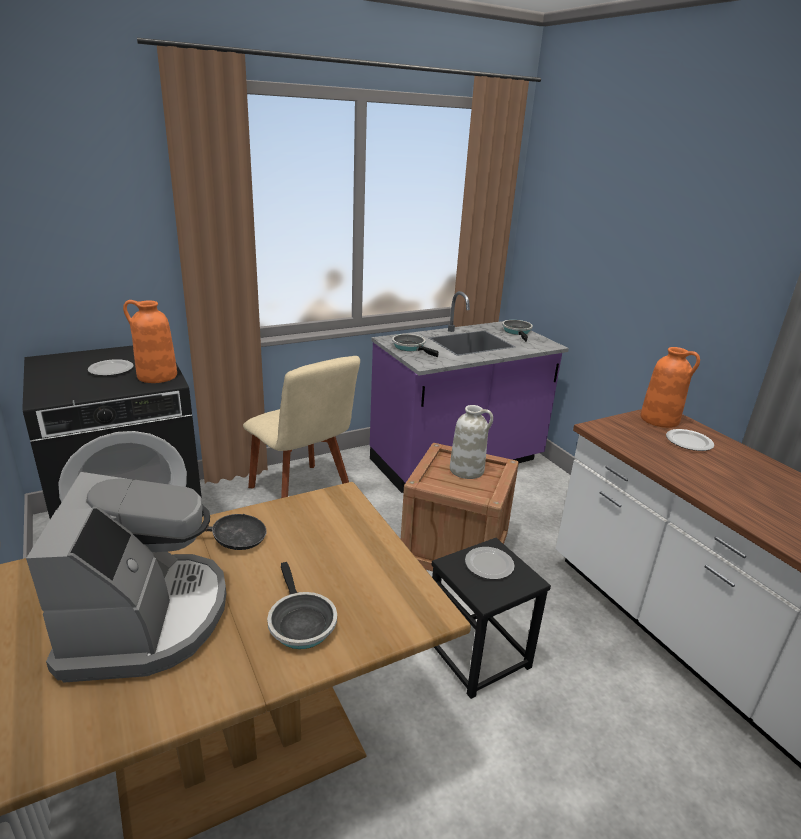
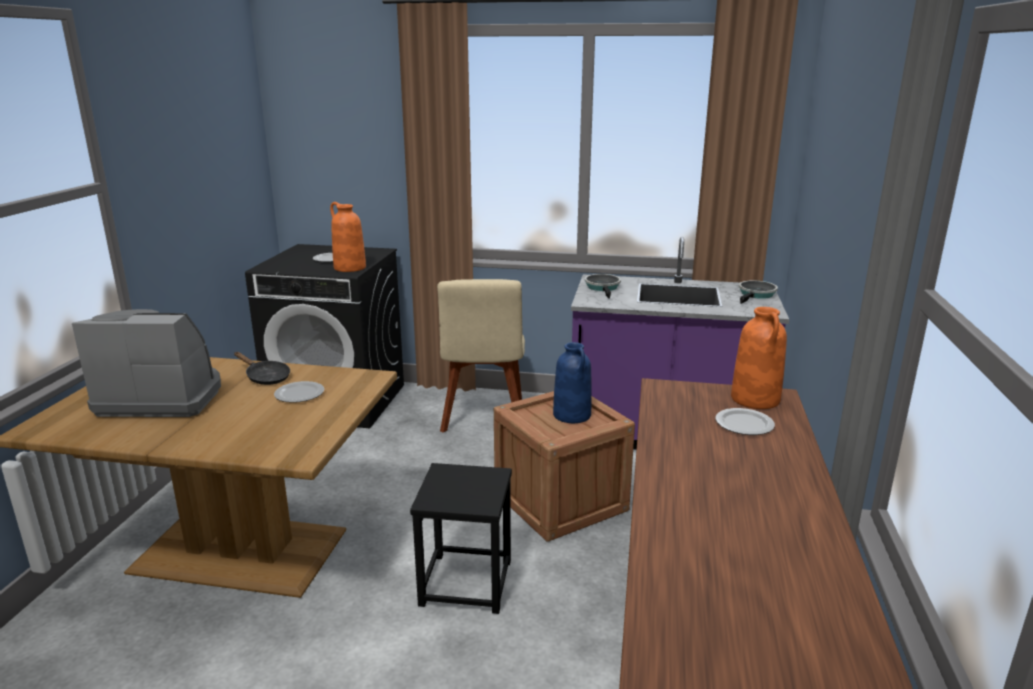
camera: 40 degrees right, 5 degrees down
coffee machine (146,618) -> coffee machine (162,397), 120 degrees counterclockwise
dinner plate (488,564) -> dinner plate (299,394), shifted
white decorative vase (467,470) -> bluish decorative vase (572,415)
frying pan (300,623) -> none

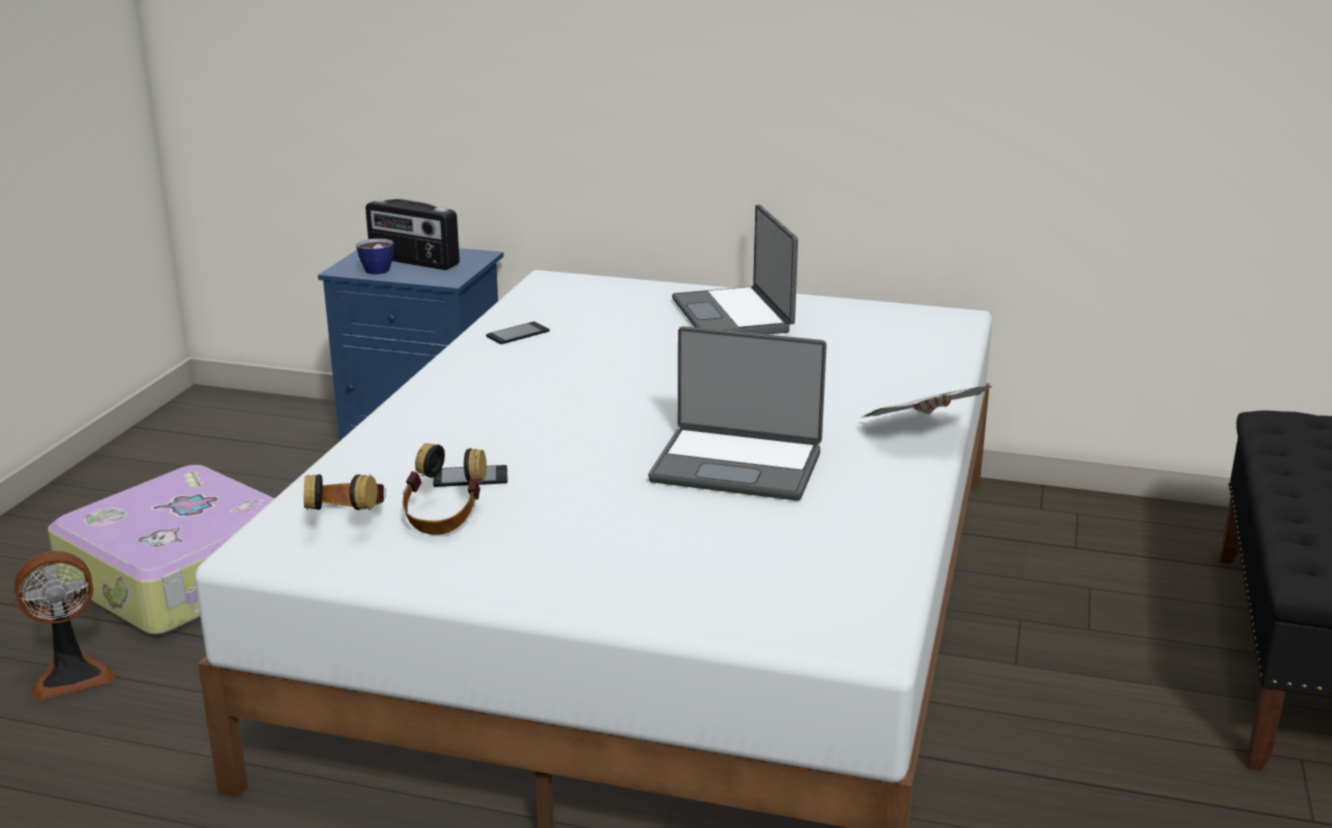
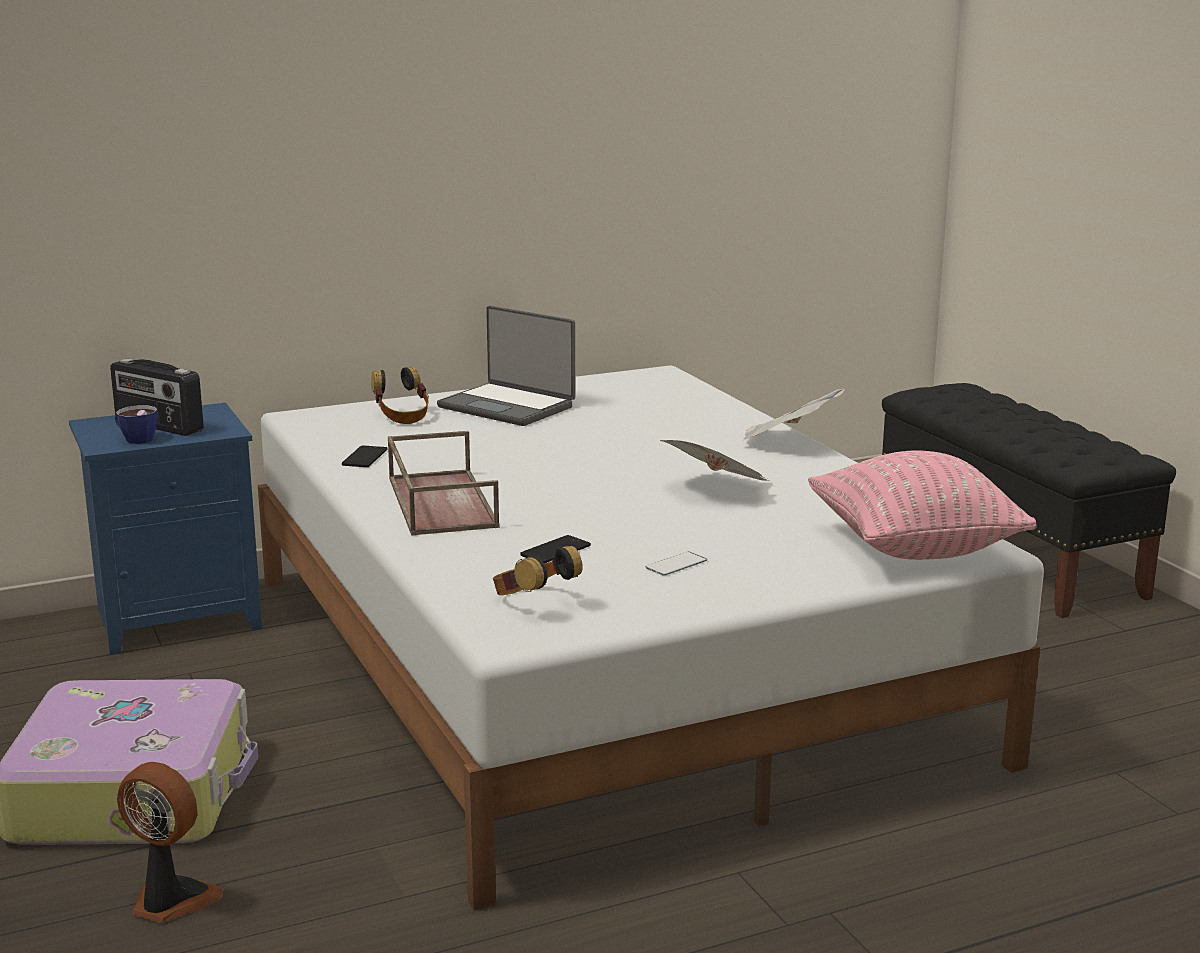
camera: 40 degrees left, 5 degrees down
radio set (413,261) -> radio set (158,426), 45 degrees clockwise
electric fan (71,675) -> electric fan (170,901), 90 degrees counterclockwise
headphones (444,518) -> headphones (402,417), shifted
none -> brownish carrying tray (439,502)
none -> handset (676,564)
portable computer (737,465) -> newspaper (718,490)
none -> pink-coloured throw pillow (914,548)

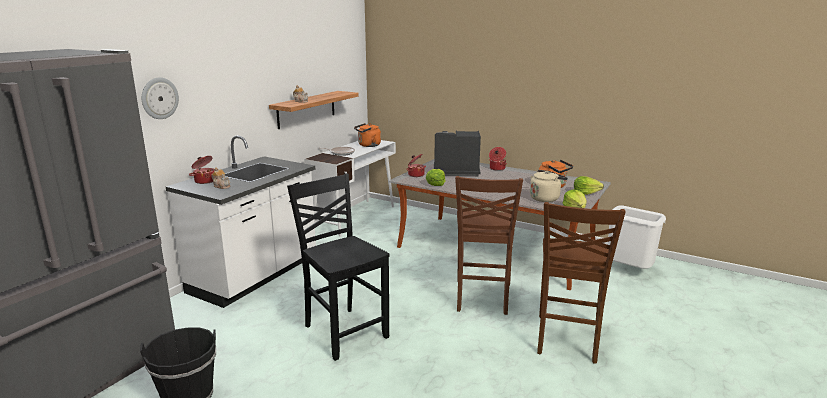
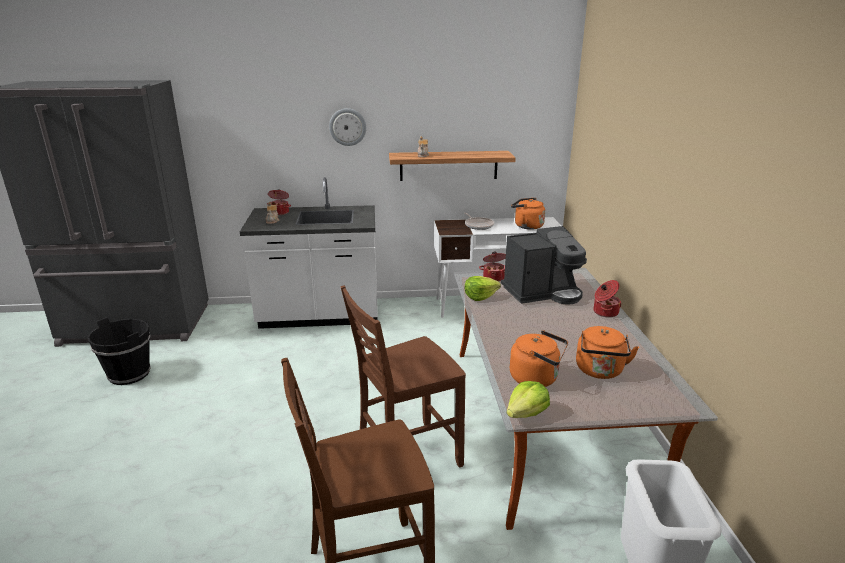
camera: 55 degrees right, 5 degrees up
hanging clock (159,98) -> hanging clock (347,127), shifted
coffee machine (454,171) -> coffee machine (542,292), 105 degrees clockwise
beige-coloured water kettle (545,198) -> orange water kettle (537,378)
black-coloured plain chair (344,331) -> none
lettuce head (585,193) -> none

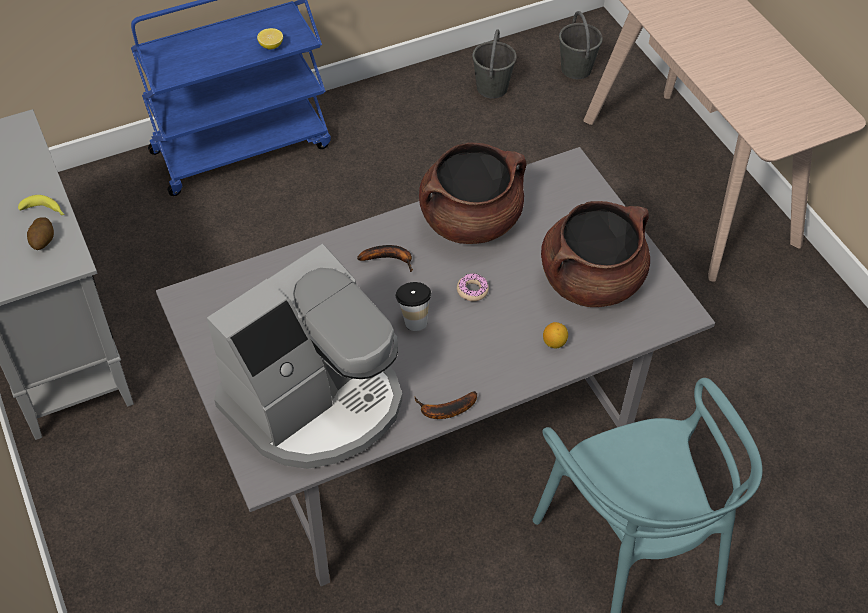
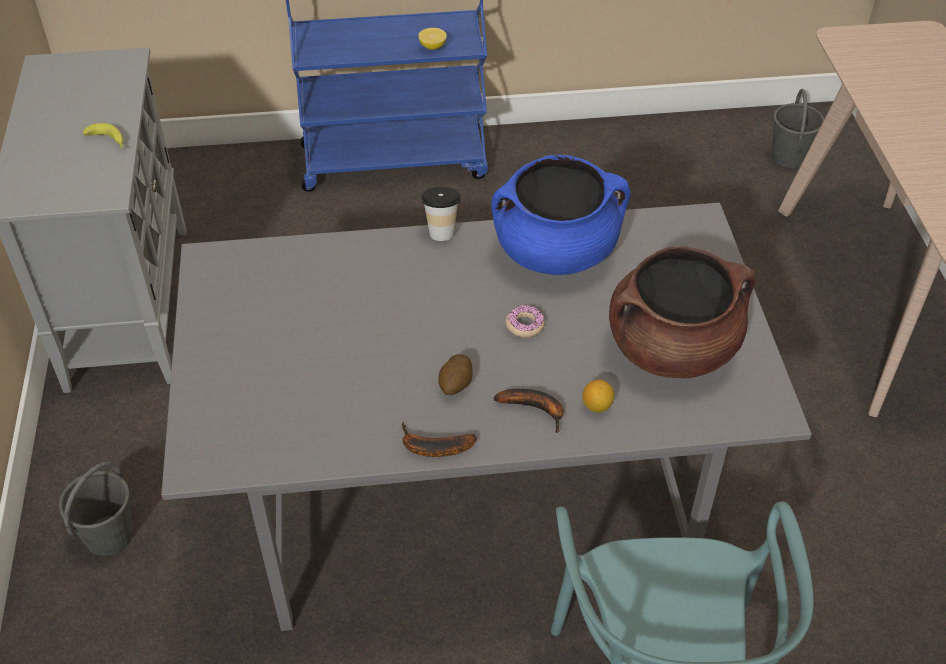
camera: 20 degrees right, 5 degrees down
greyish bucket (492,87) -> greyish bucket (110,535), shifted
cup (413,319) -> cup (441,231), shifted
potato (43,241) -> potato (456,384), shifted
brownish saucepot (470,220) -> bluish saucepot (556,251)
whole banana (390,259) -> whole banana (536,409), shifted
coffee machine (315,402) -> none

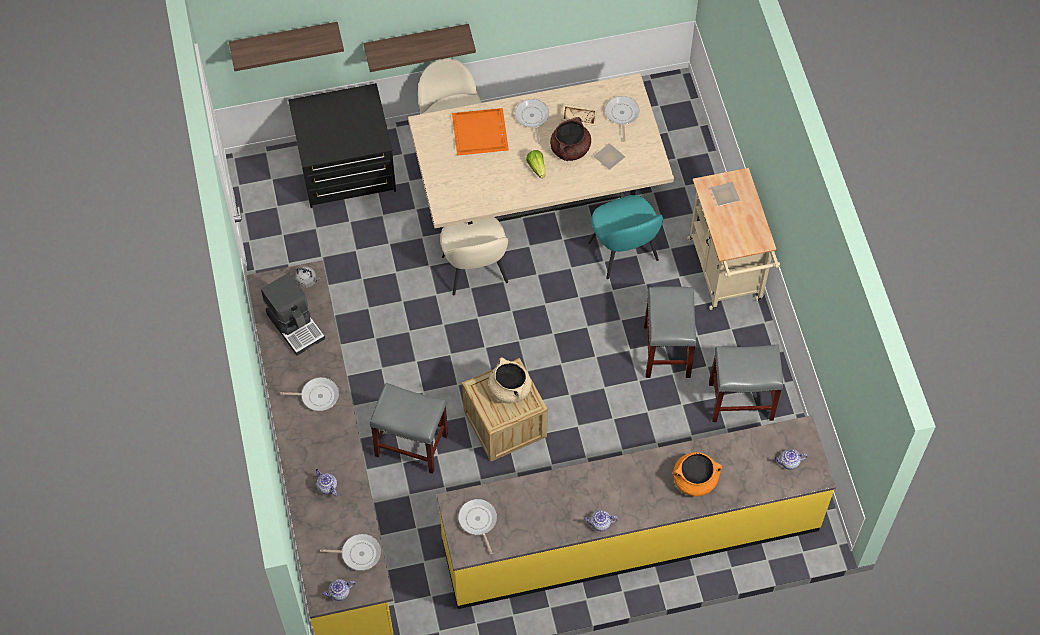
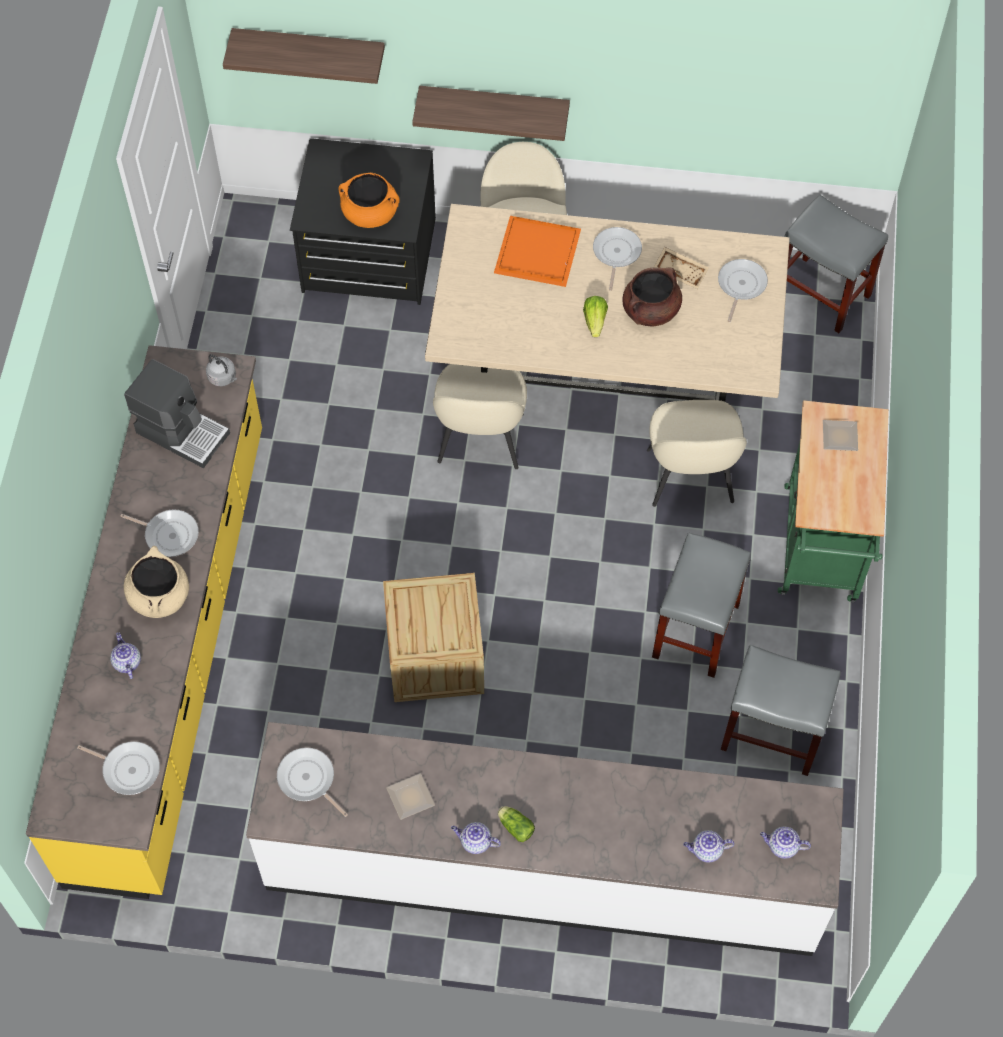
camera: 20 degrees right, 0 degrees up
coffee machine (296,325) -> coffee machine (182,431), 45 degrees counterclockwise
beige-coloured saucepot (509,389) -> beige-coloured saucepot (159,596), shifted
yellow counter (630,535) -> white counter (543,869)
frying pan (478,521) -> frying pan (308,780), 45 degrees counterclockwise
orange saucepot (695,480) -> orange saucepot (370,213), shifted
dinner plate (610,157) -> dinner plate (412,798), shifted
none -> lettuce head (514,826)
turquoise-coloured plain chair (624,253) -> beige-coloured plain chair (690,478)
teapot (339,593) -> teapot (706,851), shifted
beige-coloured cart (726,275) -> green cart (820,552)
greyish stool (410,445) -> greyish stool (820,294), shifted

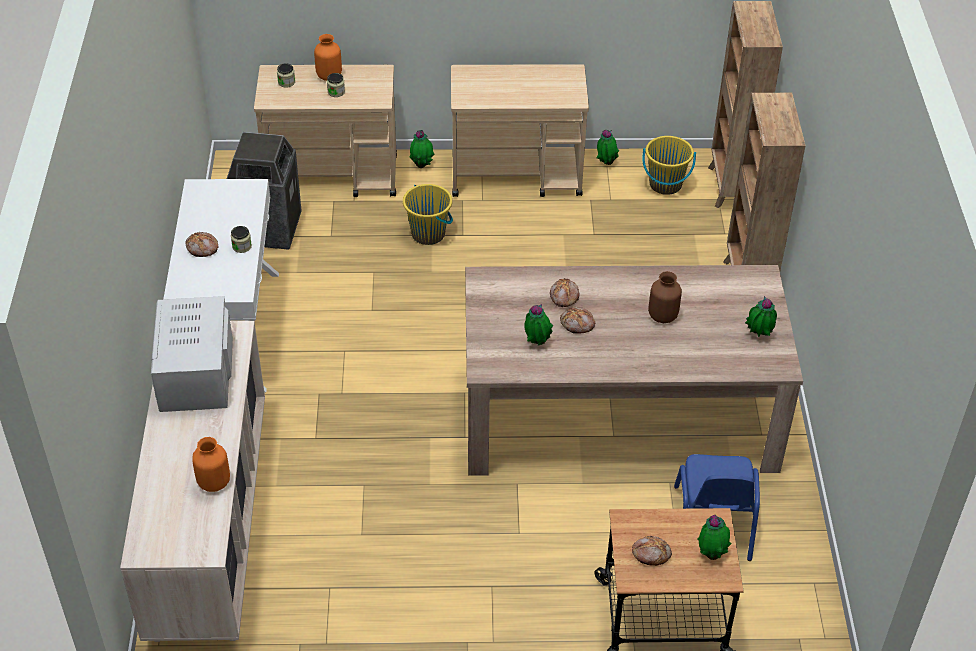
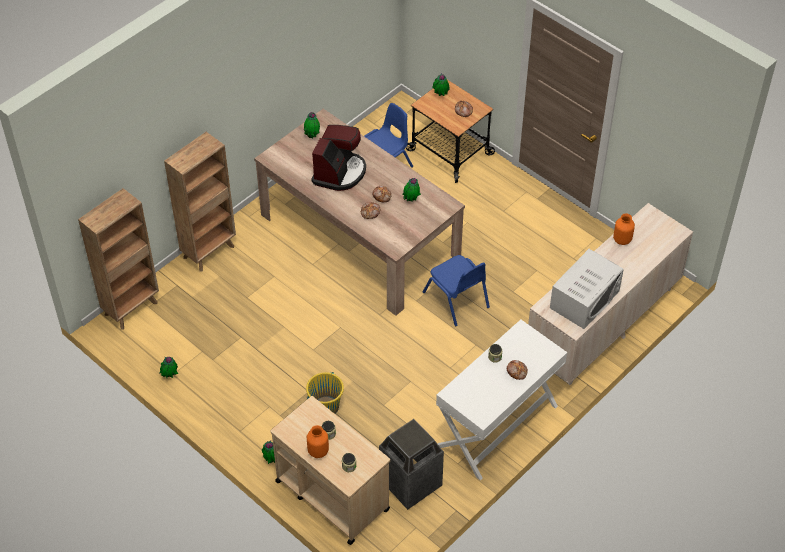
camera: 135 degrees left, 5 degrees up
brownish decorative vase (663,316) -> coffee machine (339,172)
none -> bluish plain chair (456,300)
beige-coloured cart (517,176) -> none
yellow bucket (665,184) -> none

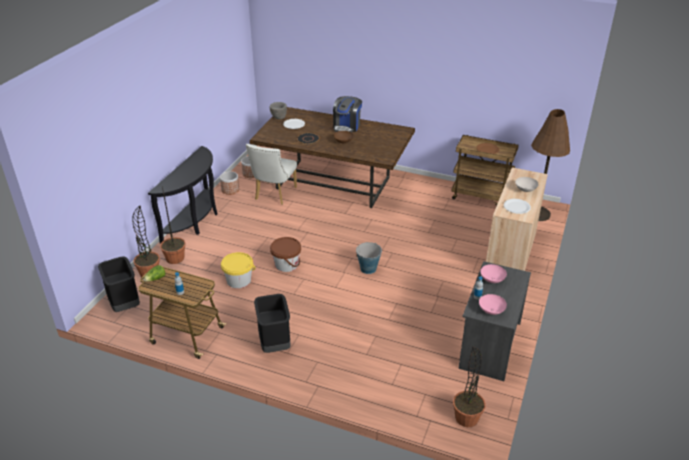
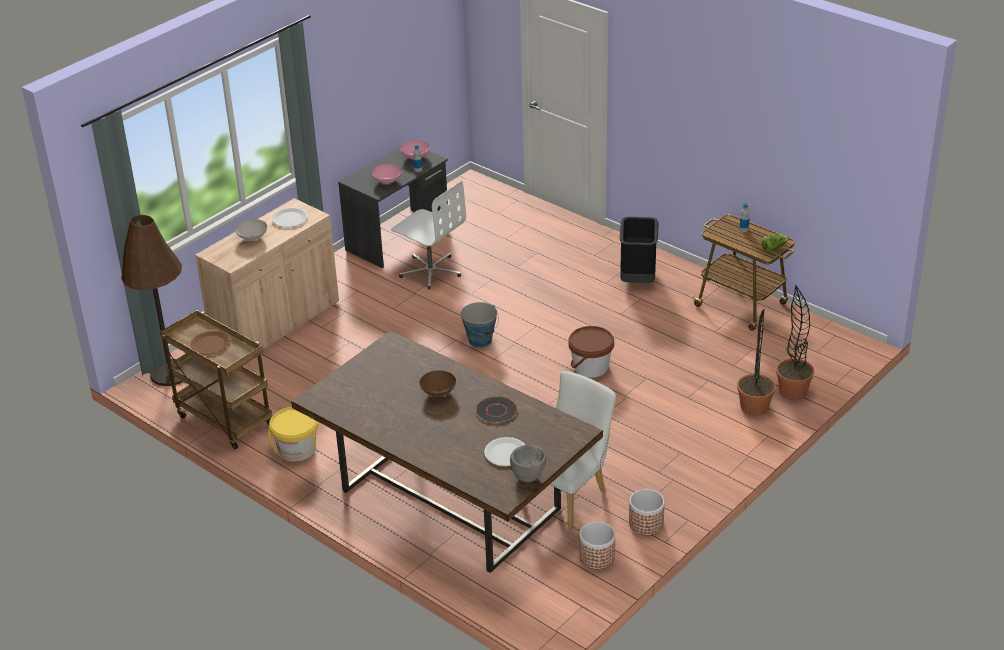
camera: 160 degrees left, 0 degrees up
yellow bucket (239,280) -> yellow bucket (297,449), shifted
none -> white computer chair (430,271)
black-coloured trash can (124,304) -> none
black-coloured narrow table (195,221) -> none
coffee machine (347,126) -> none
houseplant (466,418) -> none

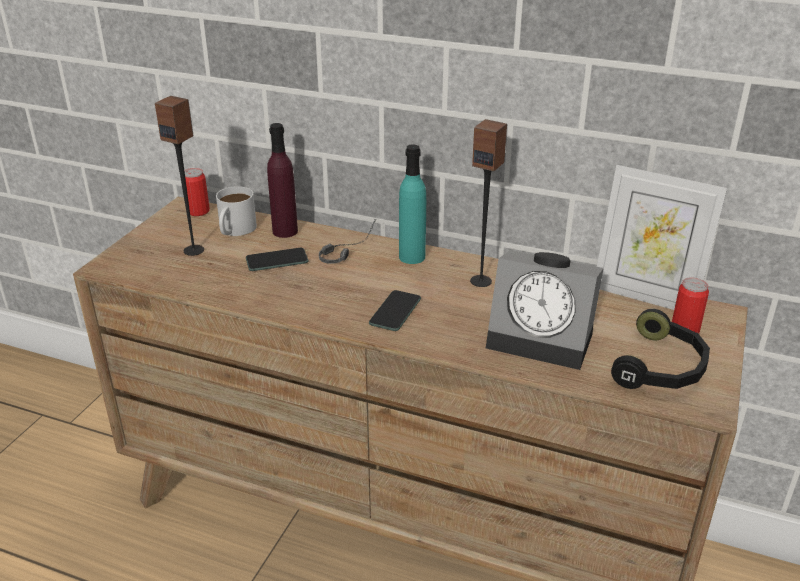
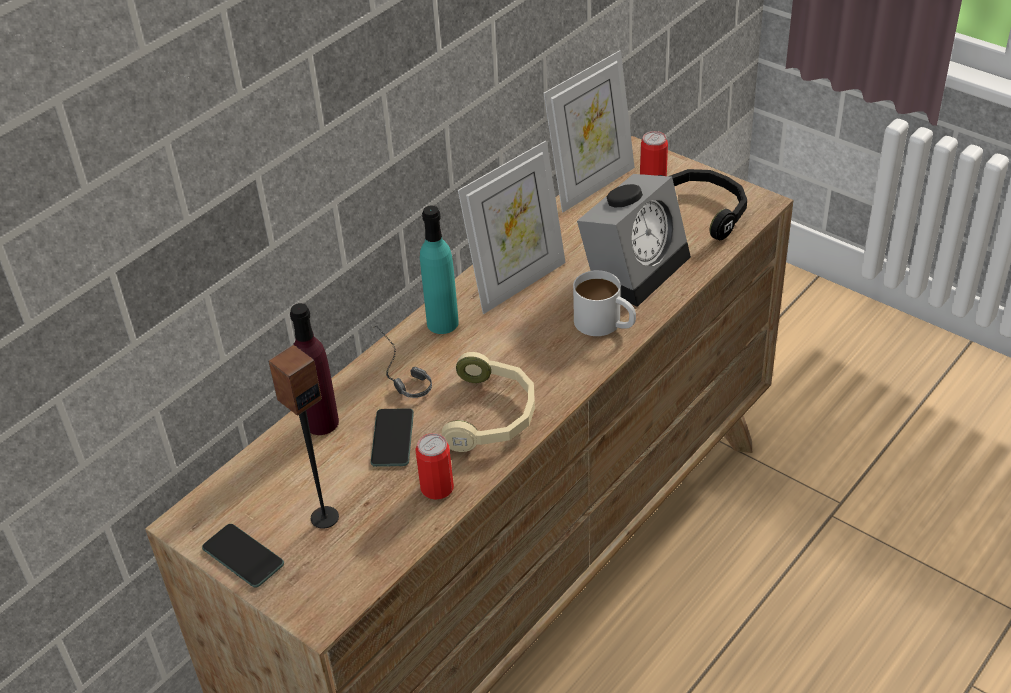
camera: 70 degrees left, 10 degrees up
handset (395,311) -> handset (243,556), shifted
metal can (198,211) -> metal can (437,487), shifted
none -> beige-coloured headphones (492,415)
speaker (481,281) -> photo frame (517,282)
white coffee mug (234,230) -> white coffee mug (605,324), shifted

